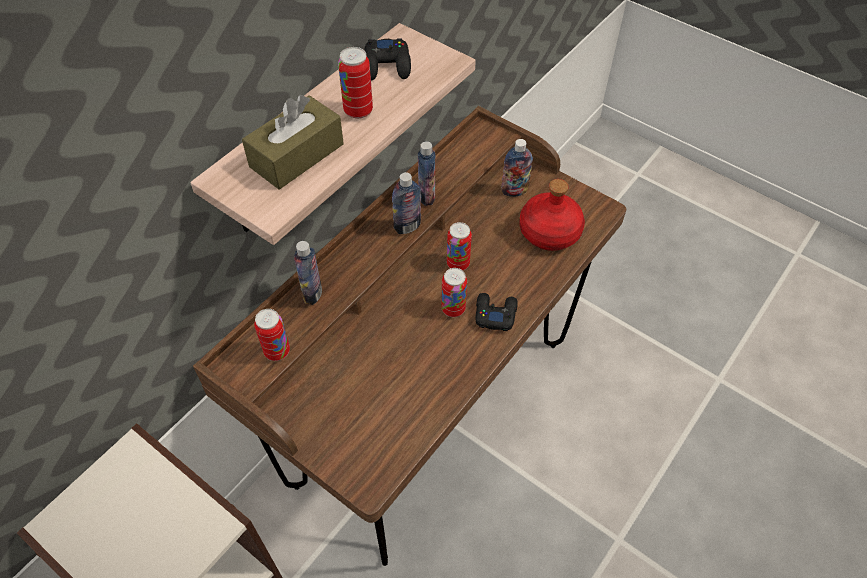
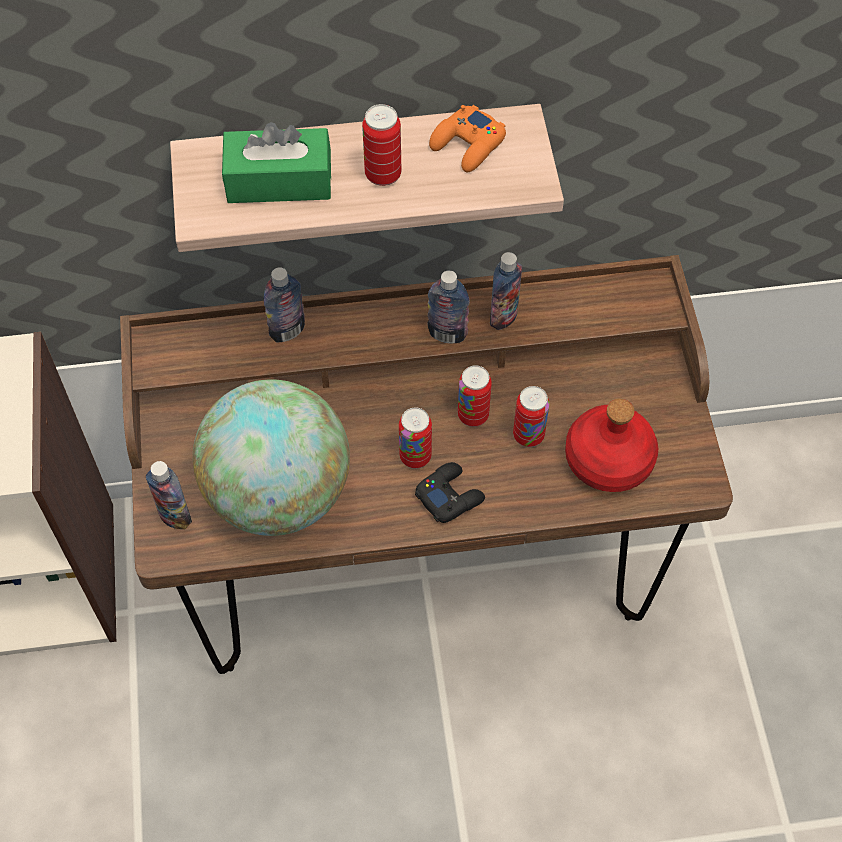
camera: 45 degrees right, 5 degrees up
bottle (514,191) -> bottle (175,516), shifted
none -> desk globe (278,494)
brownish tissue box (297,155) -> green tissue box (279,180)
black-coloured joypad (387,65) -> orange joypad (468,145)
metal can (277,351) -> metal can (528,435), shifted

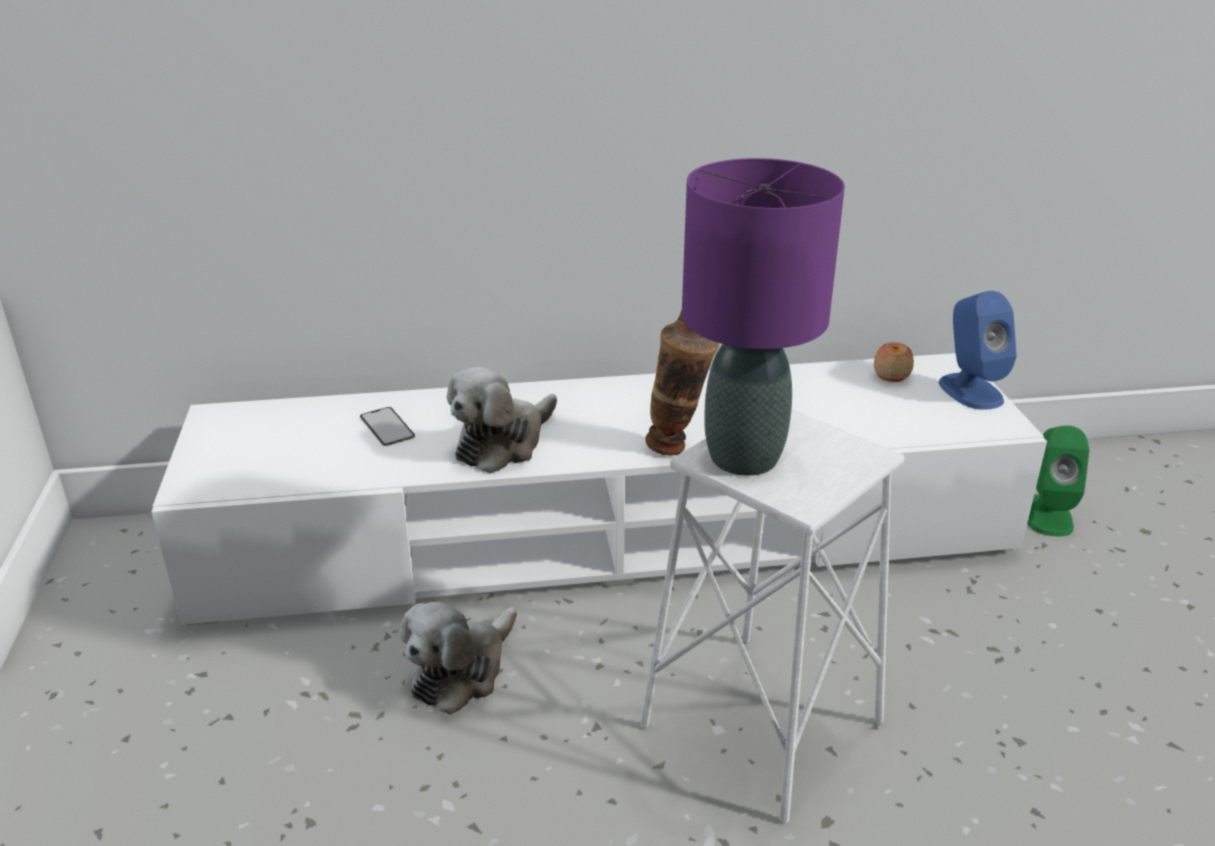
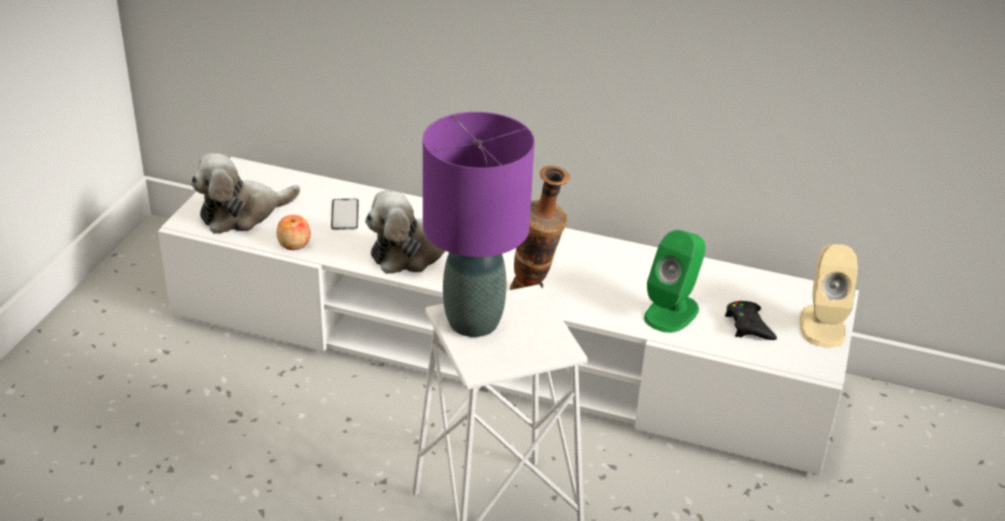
camera: 25 degrees right, 5 degrees up
soft toy (462,671) -> soft toy (242,214), shifted
apple (891,376) -> apple (294,244), shifted
green speaker (1046,515) -> green speaker (672,312), shifted
none -> black-coloured joypad (748,325)
bluish speaker (970,391) -> beige-coloured speaker (822,326)

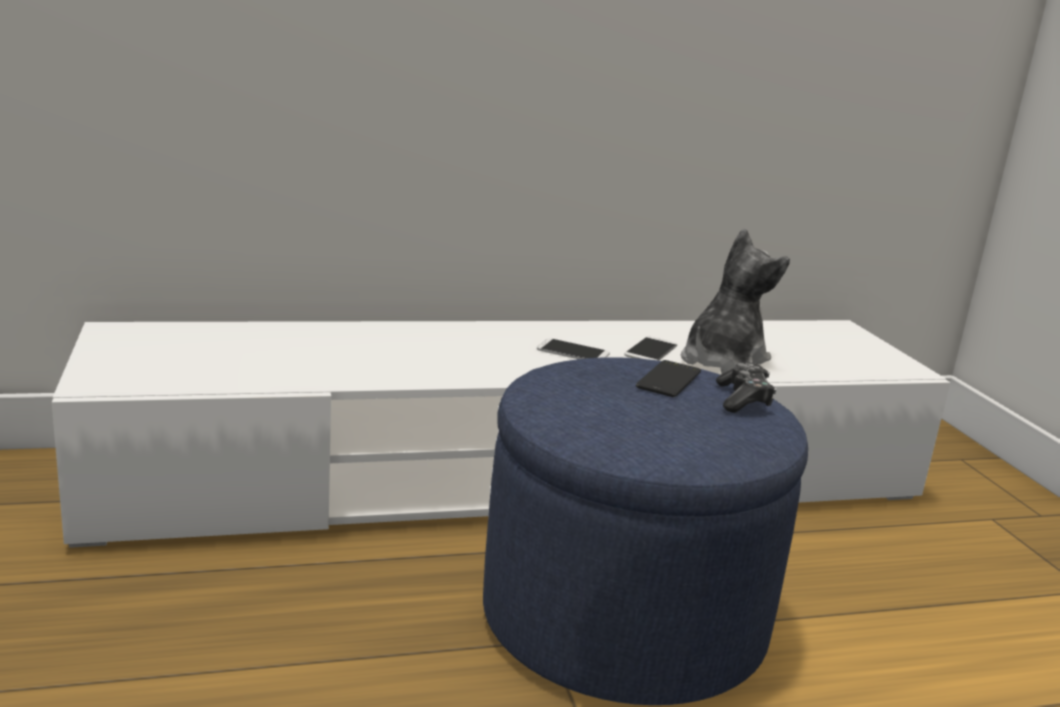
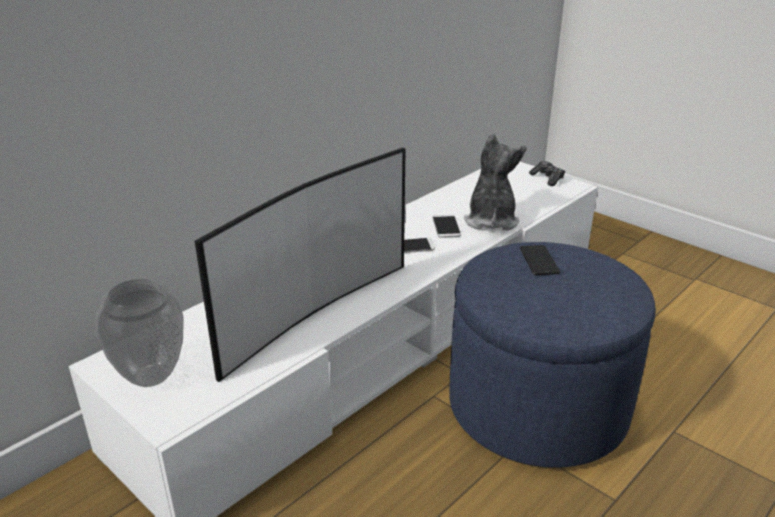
camera: 30 degrees left, 10 degrees up
none -> decorative vase (149,376)
none -> TV set (313,313)
joypad (743,400) -> joypad (547,178), shifted

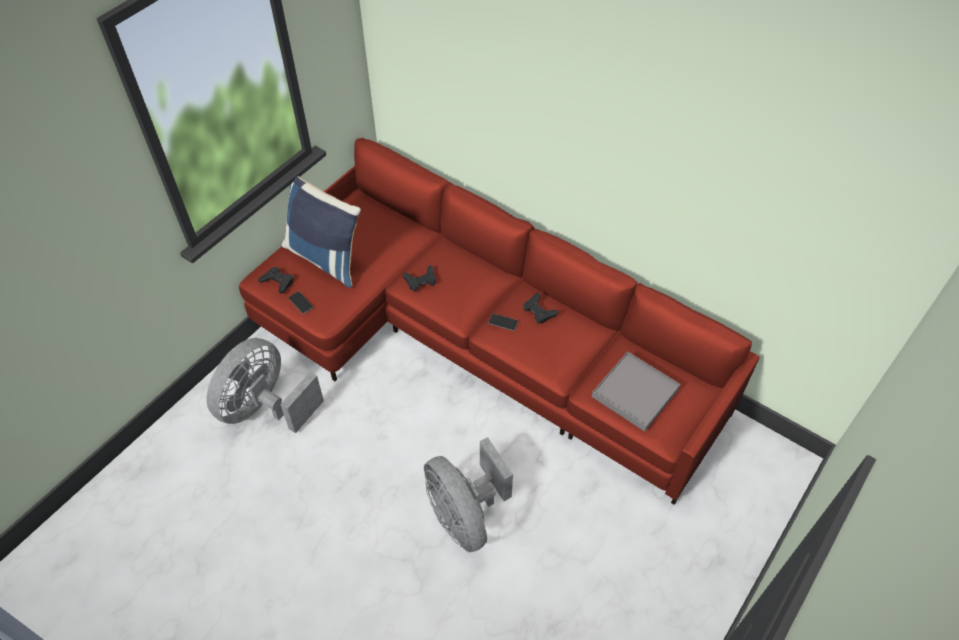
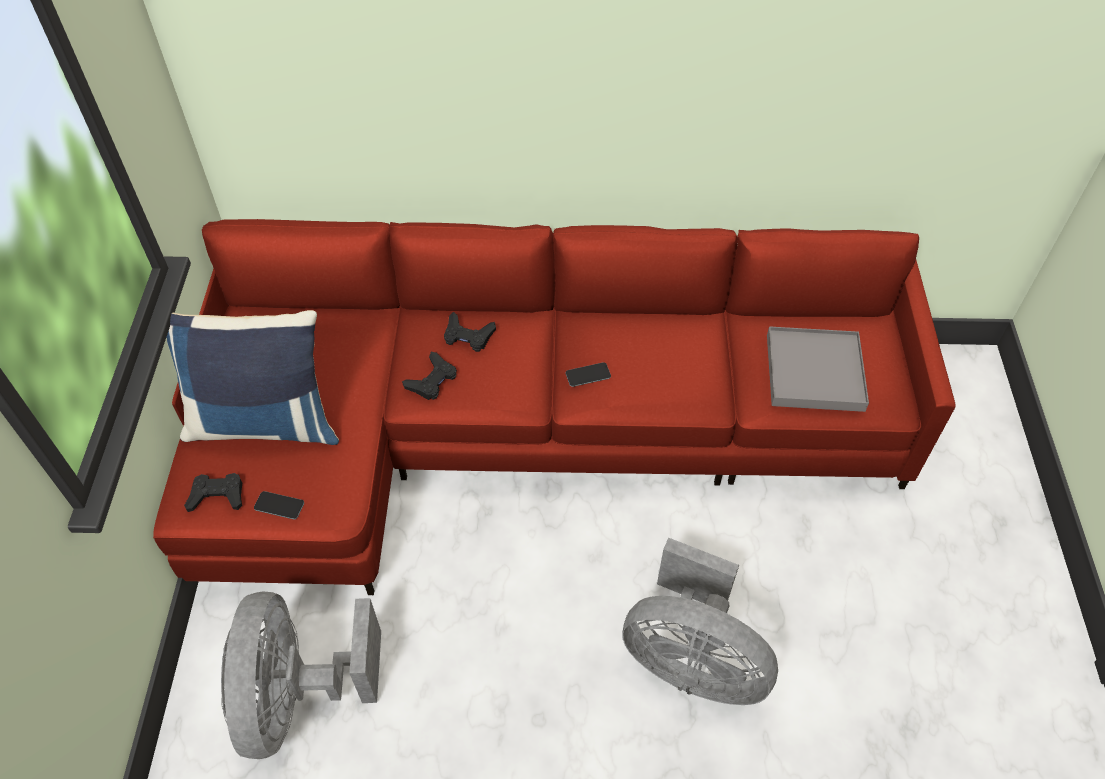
camera: 35 degrees left, 0 degrees up
black-coloured joypad (539,311) -> black-coloured joypad (468,336), shifted

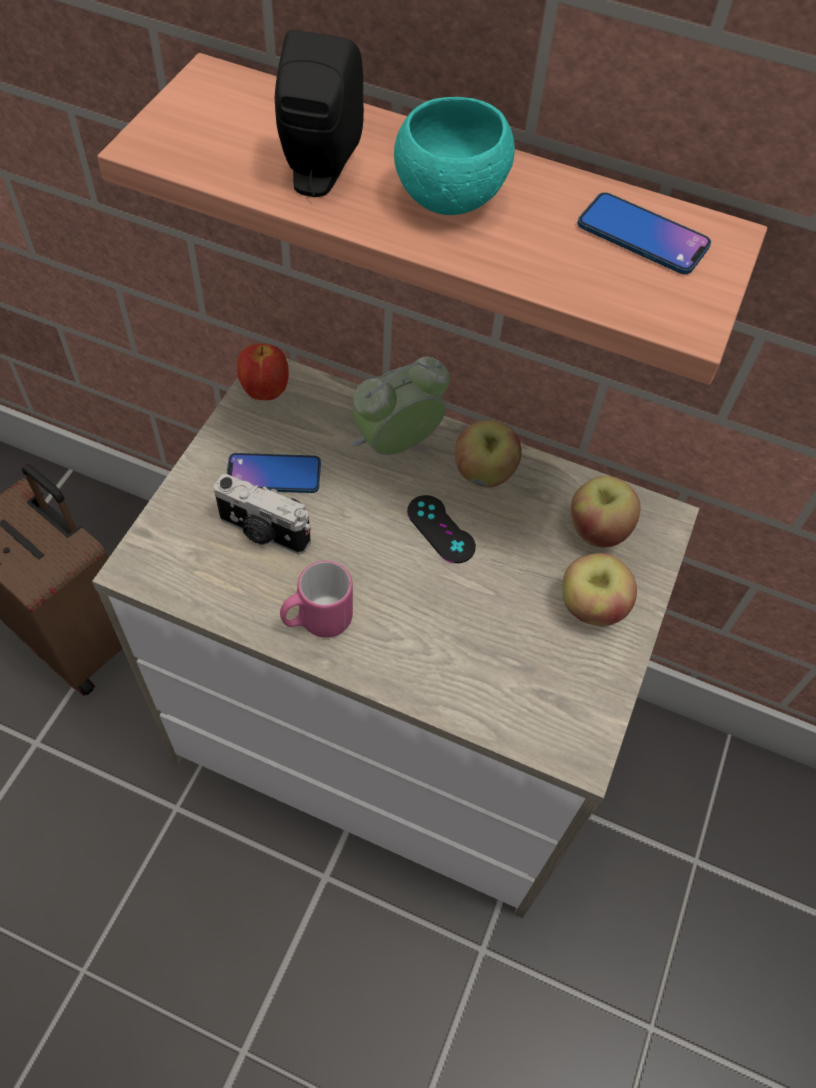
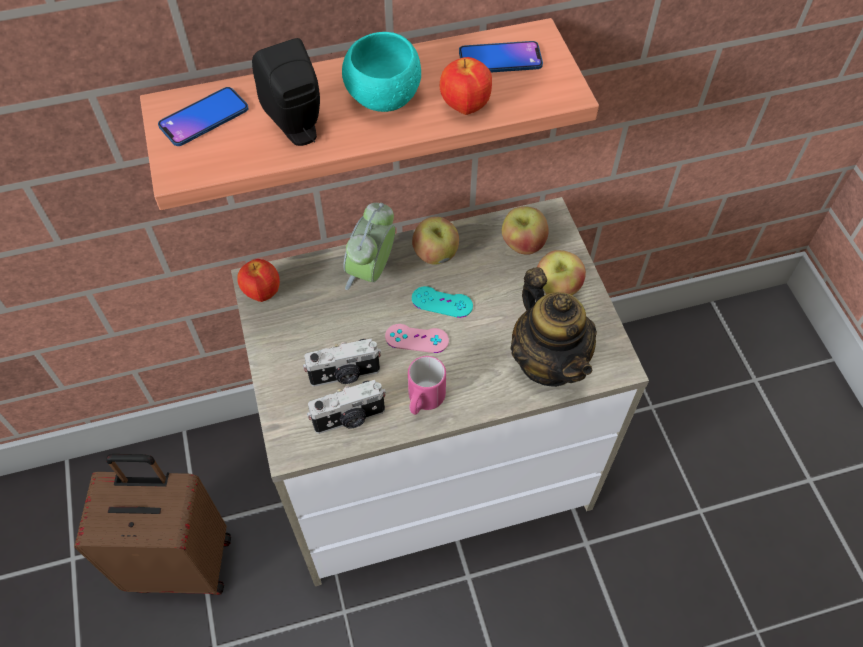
camera: 35 degrees left, 0 degrees up
handset (273,474) -> handset (204,118), shifted
none -> still camera (349,419)
none -> pink-coloured joypad (416,338)
black-coloured joypad (441,529) -> turquoise-coloured joypad (442,302)
none -> apple (464,107)
none -> teapot (548,361)

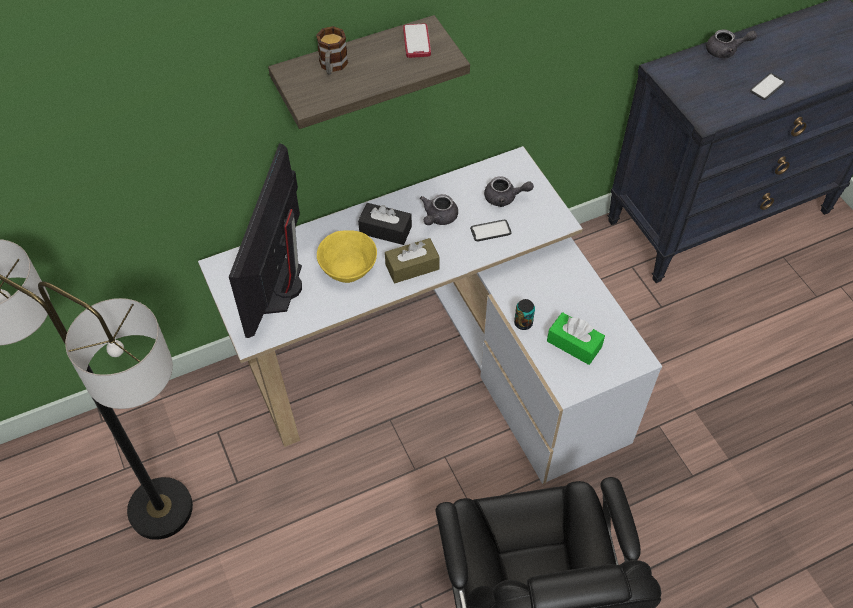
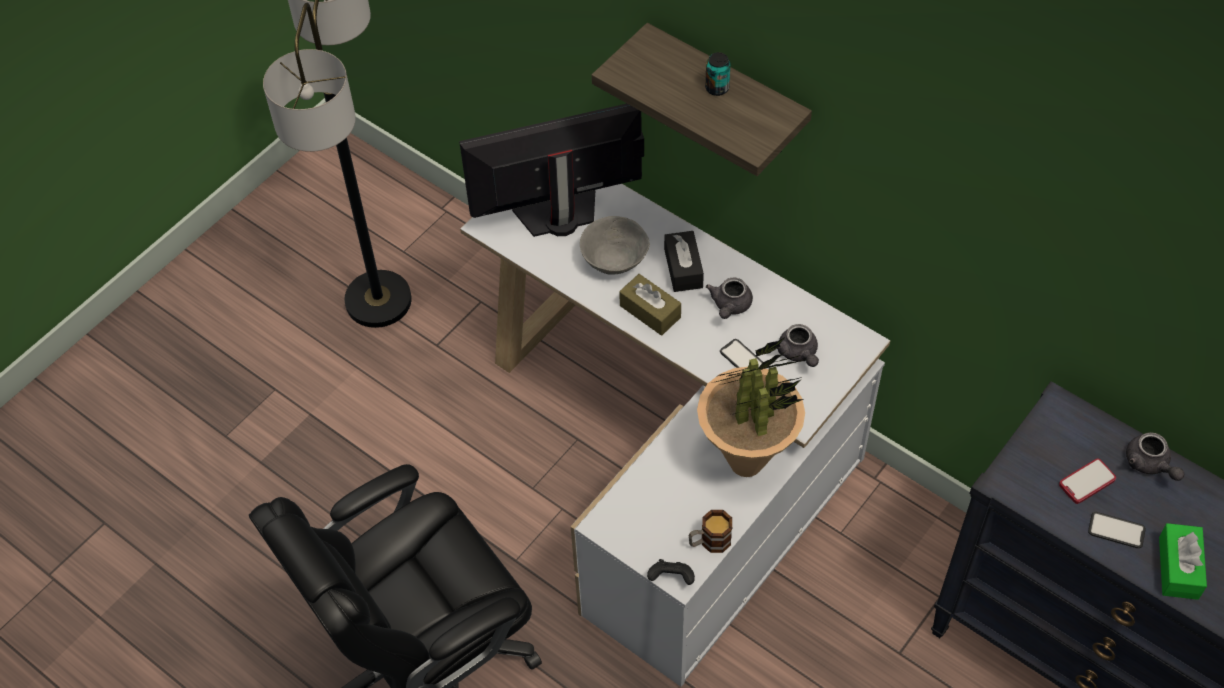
camera: 65 degrees right, 0 degrees up
yellow bowl (348,269) -> greyish bowl (614,261)
none -> black-coloured joypad (671,579)
coffee mug (332,66) -> coffee mug (709,542), shifted
none -> houseplant (746,462)
metal can (523,323) -> metal can (717,88), shifted
greyish teapot (438,218) -> greyish teapot (730,306), 75 degrees counterclockwise
handset (416,42) -> handset (1087,482), shifted
green tissue box (574,344) -> green tissue box (1178,567), shifted

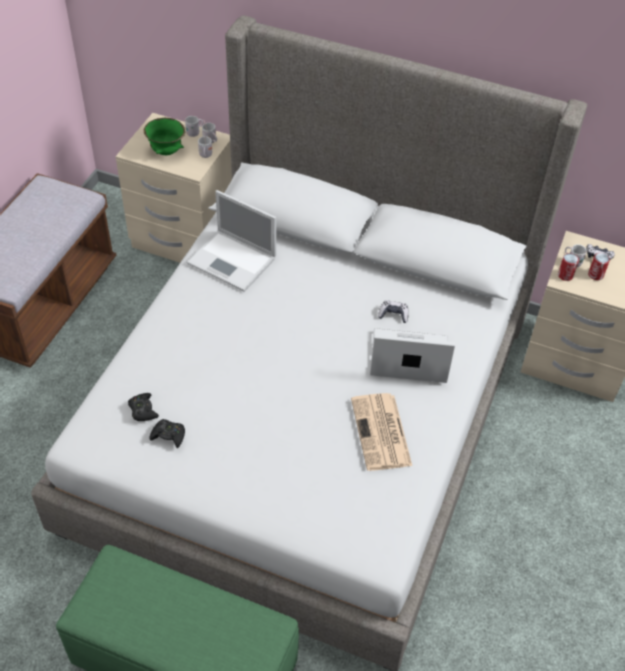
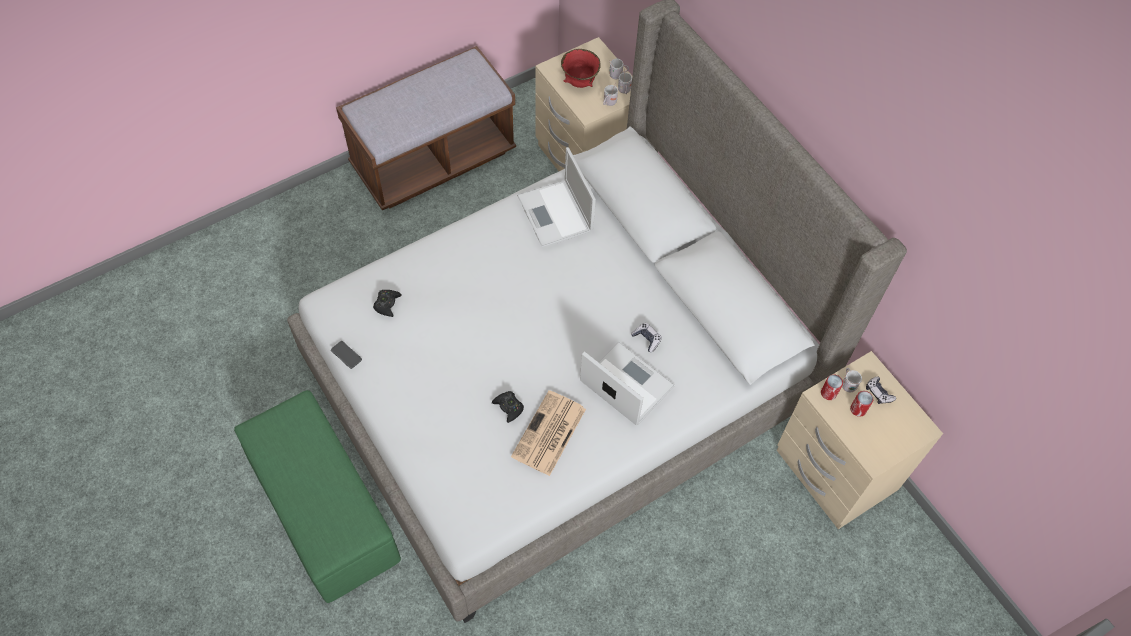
camera: 35 degrees right, 10 degrees up
none -> handset (346,355)
black-coloured joypad (168,435) -> black-coloured joypad (508,407), shifted
green bowl (166,152) -> red bowl (579,82)

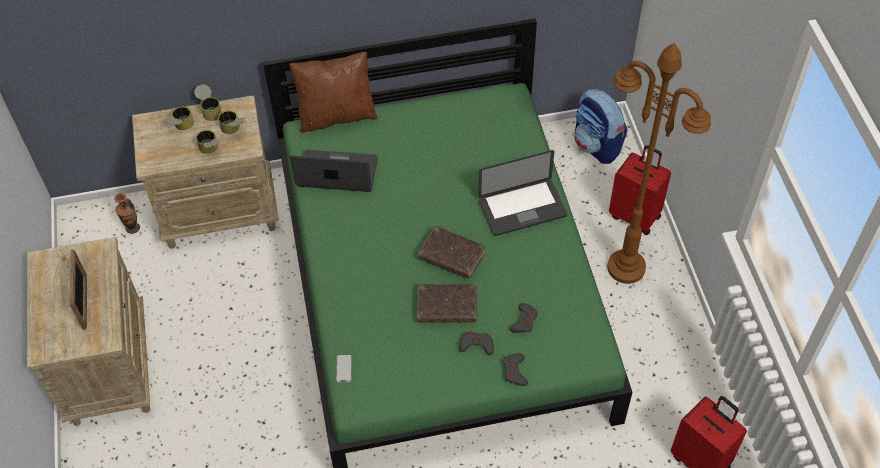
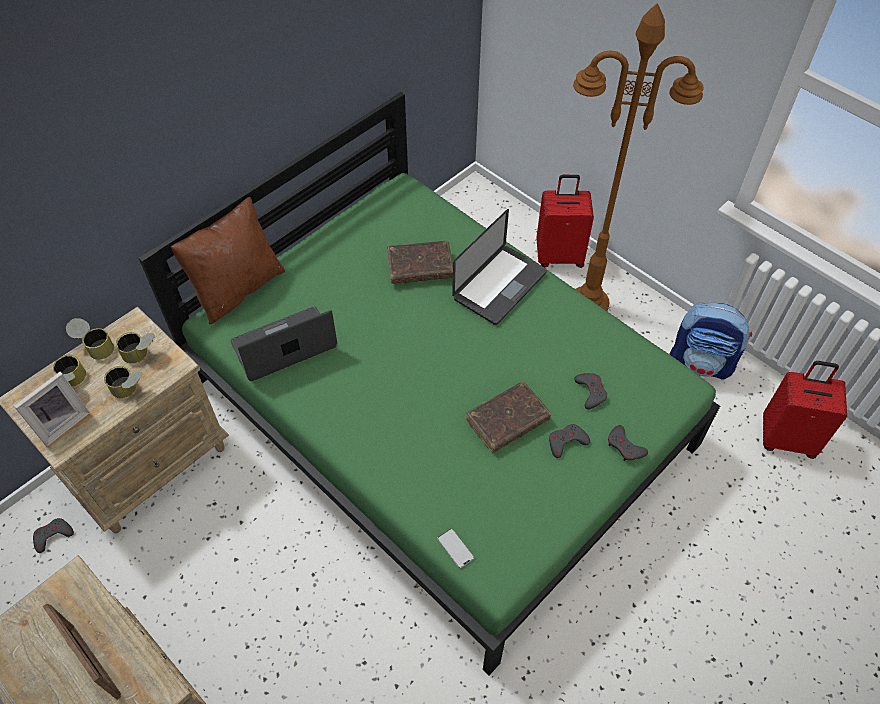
camera: 35 degrees left, 0 degrees up
none -> photo frame (62,423)
decorative vase (132,228) -> greyish joypad (53,536)
brownish volume (452,256) -> brownish volume (420,267), shifted
backpack (597,146) -> backpack (701,362), shifted

